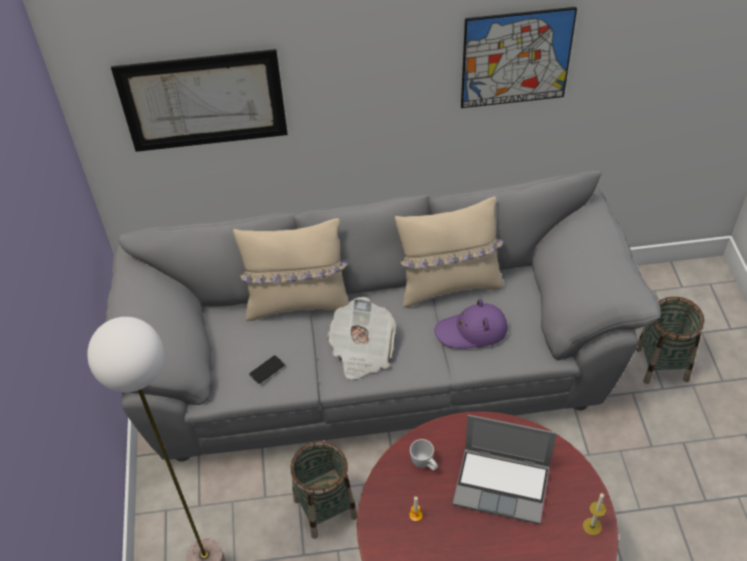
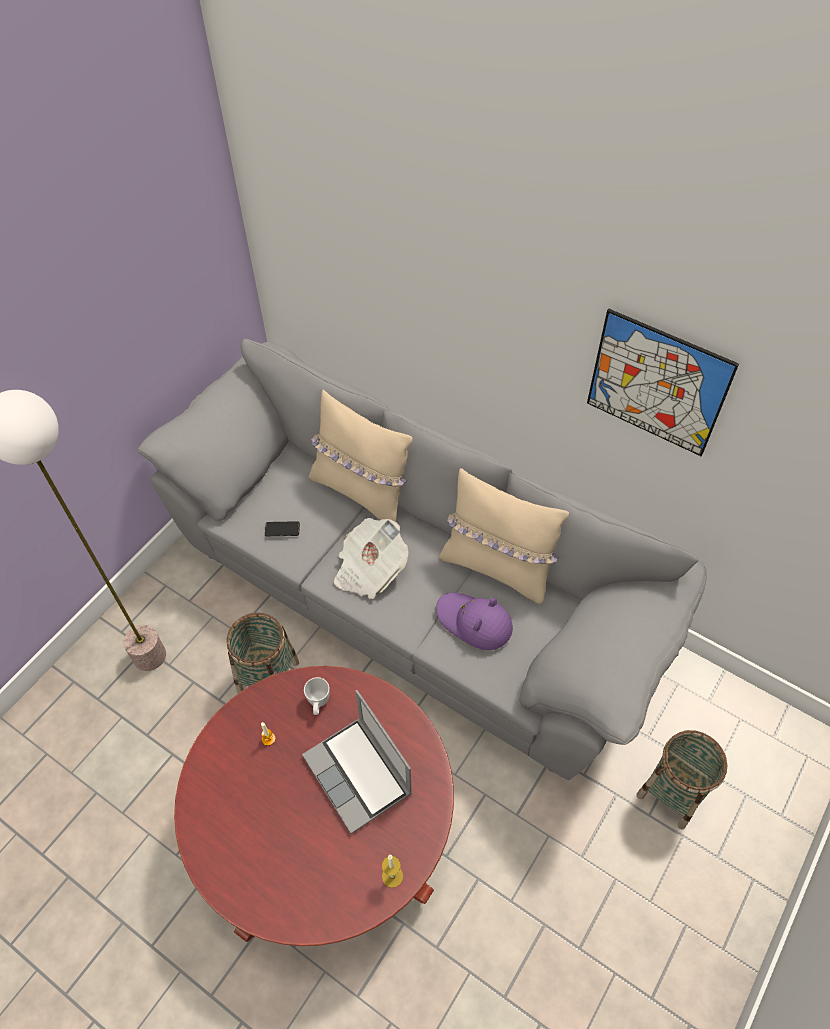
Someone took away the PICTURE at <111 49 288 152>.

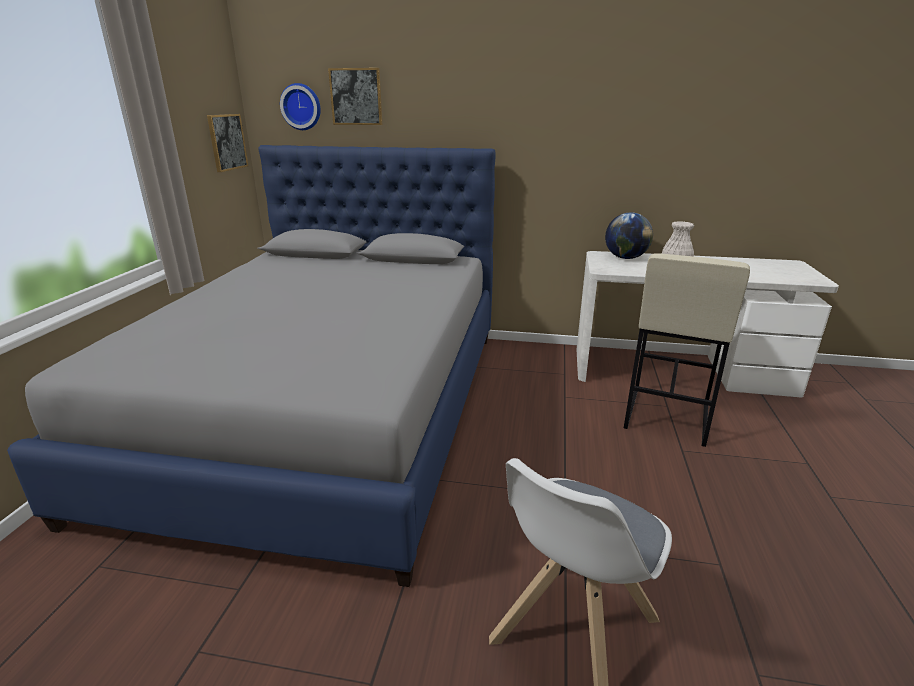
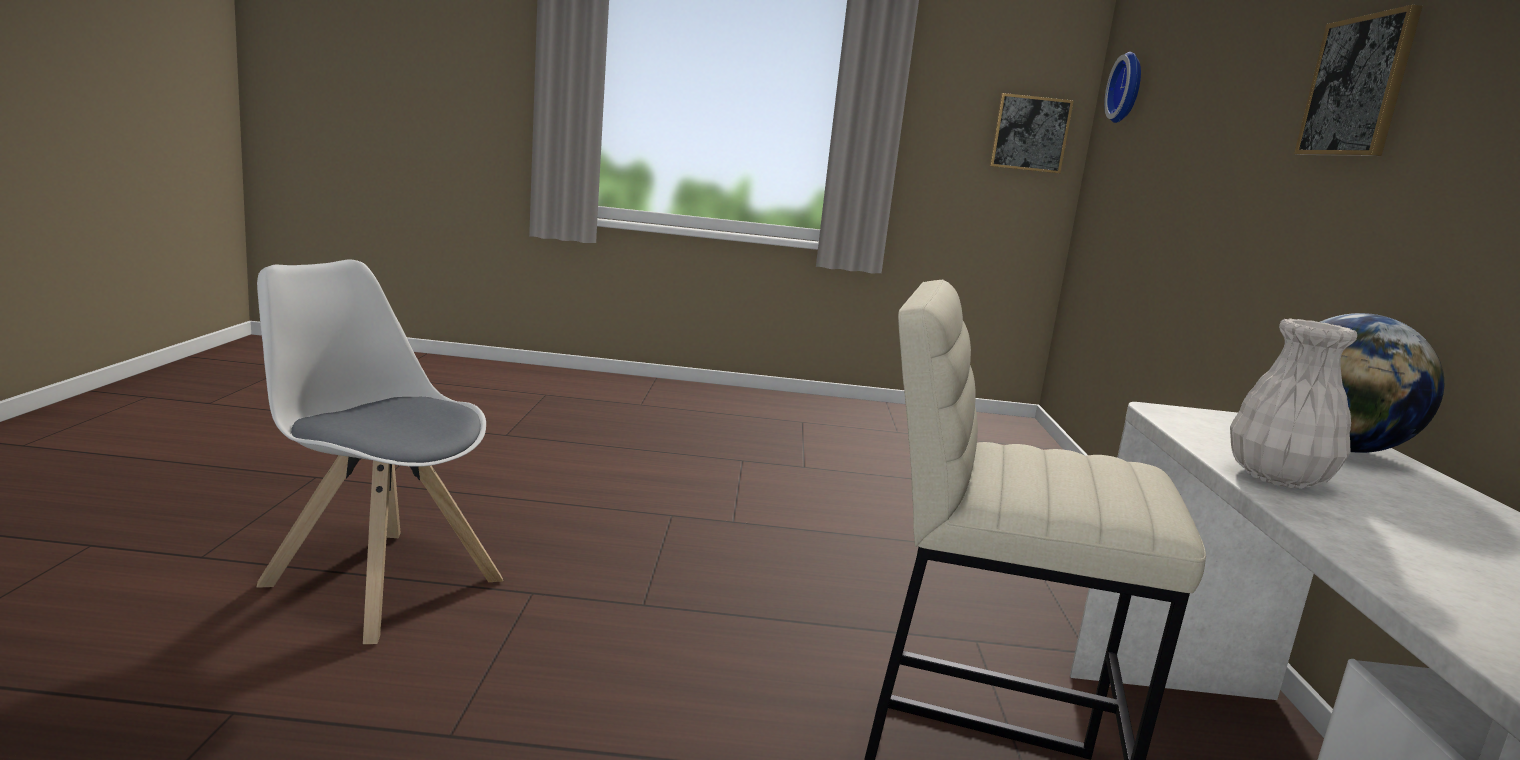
Someone took away the GRAY BEDROOM BED at <7 145 495 587>. Someone carried the PICTURE from <328 68 382 125> to <1294 5 1422 156>.

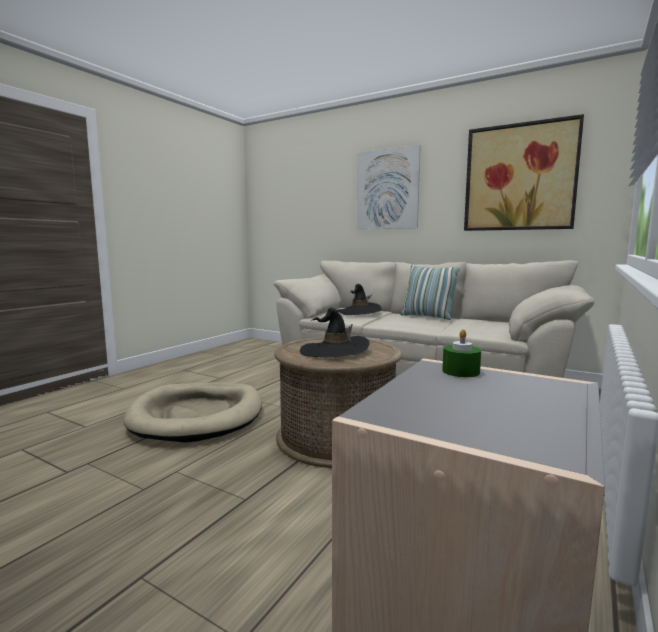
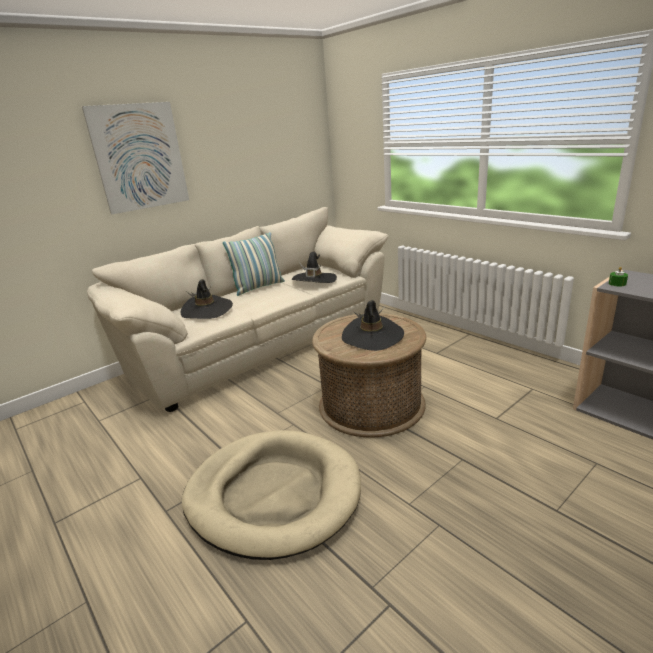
Someone took away the PICTURE at <464 114 584 231>. Someone put down the BLACK-COLOURED CLOTHING HAT at <292 252 337 283>.

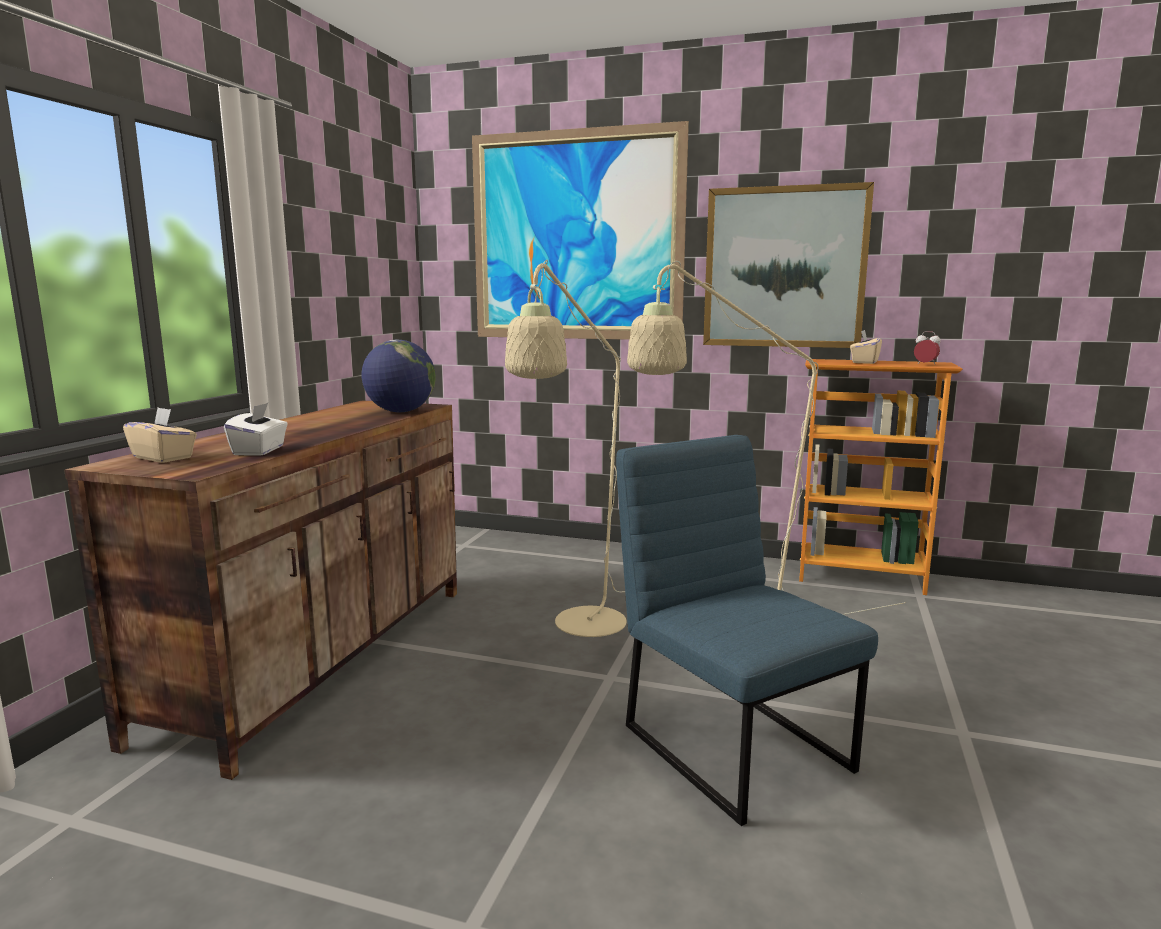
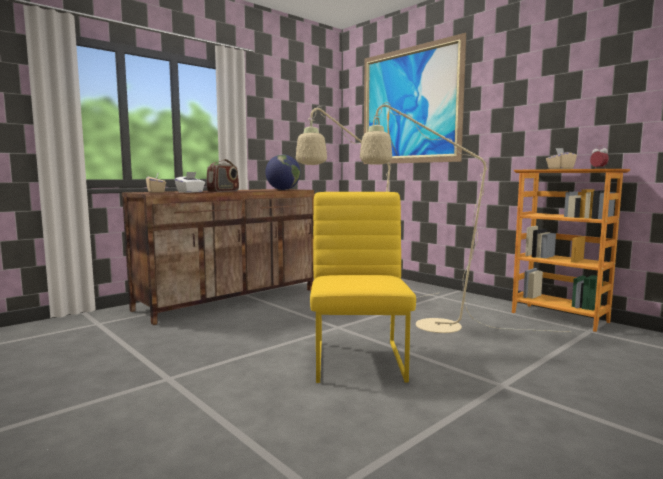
Someone took away the PICTURE at <703 182 874 348>. Someone put down the RADIO at <206 159 239 192>. Someone repainted the BLUE PLAIN CHAIR at <616 435 878 826>, which became the YELLOWISH PLAIN CHAIR at <310 192 416 383>.

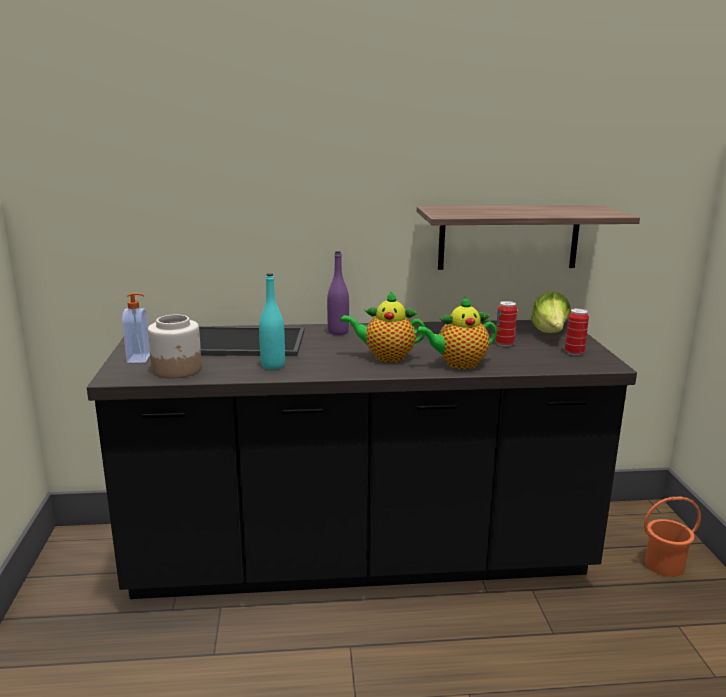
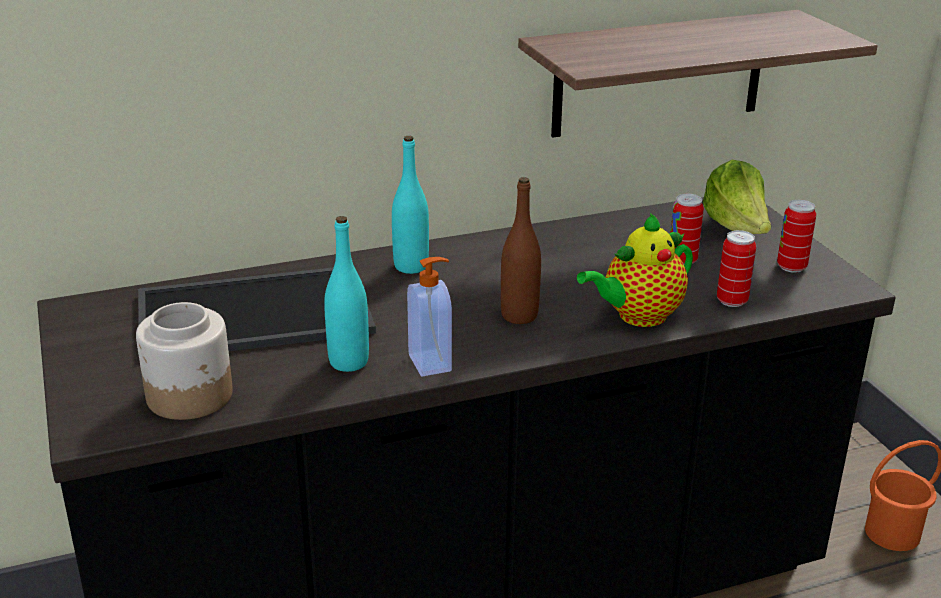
Someone put down the SEALED CAN at <717 230 756 307>. Someone carried the SOAP DISPENSER from <122 293 150 363> to <407 257 452 377>. Someone swapped the POT FOR TEA at <340 291 425 363> for the BROWN-COLOURED BOTTLE at <501 177 541 324>. Someone repainted the PURPLISH BOTTLE at <327 251 349 335>, which became the TURQUOISE BOTTLE at <392 136 429 274>.

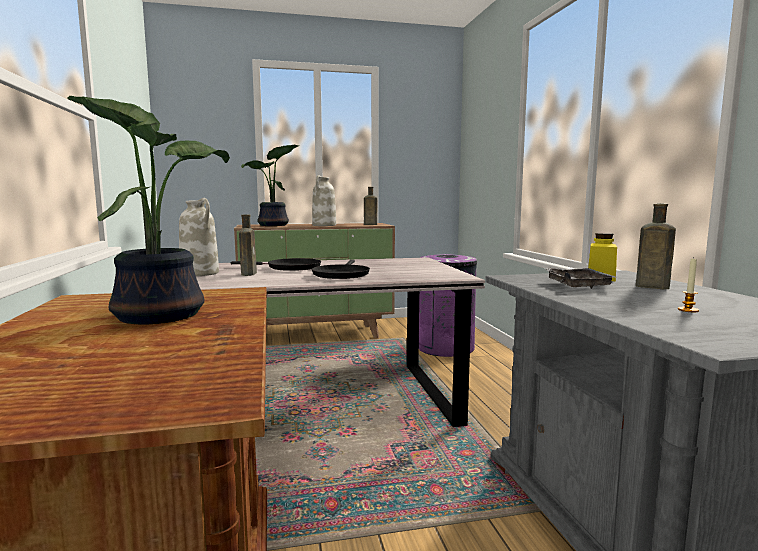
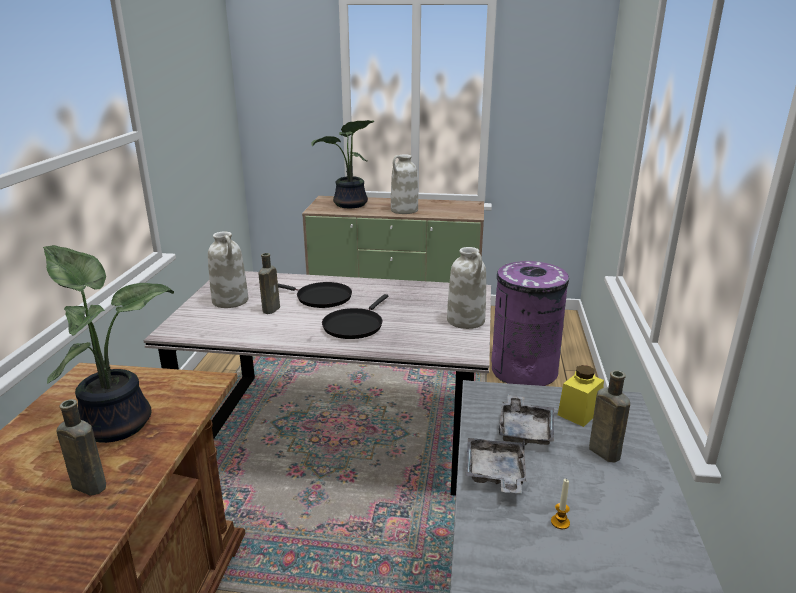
Someone put down the WHITE VASE at <447 247 486 329>. Someone put down the GRAY SERVING TRAY at <466 438 527 493>. Someone carried the BROWN-COLOURED BOTTLE from <364 187 377 225> to <57 399 106 496>.

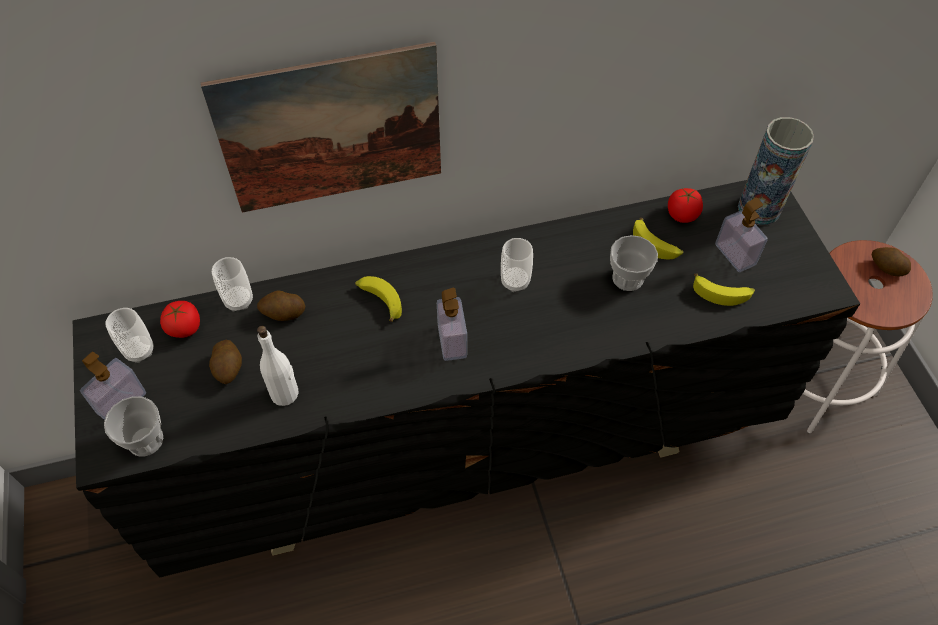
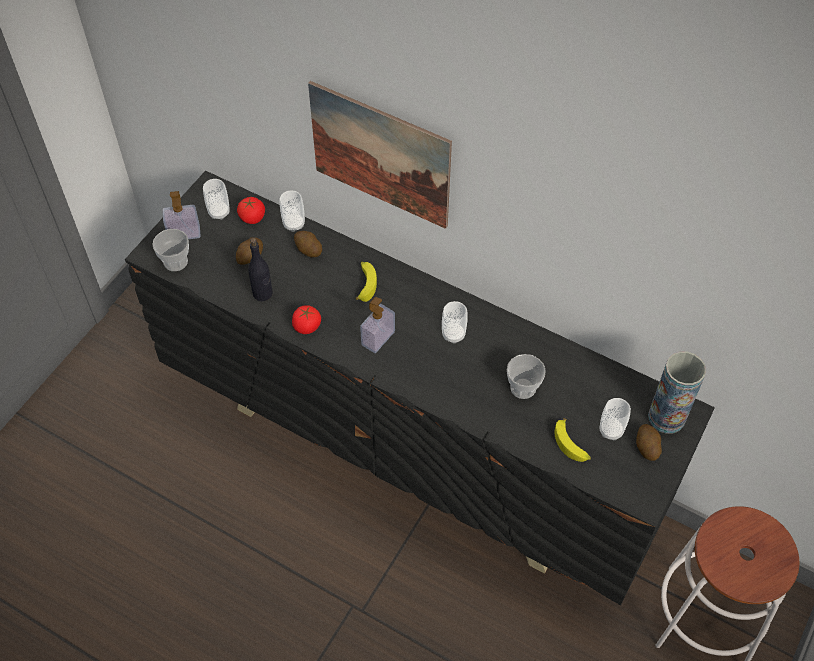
Someone took away the WHOLE BANANA at <633 218 683 259>. Someone carried the TOMATO from <668 188 703 223> to <292 305 321 334>. Someone carried the POTATO from <872 247 911 277> to <636 424 662 461>. Someone swapped the SOAP DISPENSER at <715 198 768 272> for the DRINKING CUP at <599 398 631 440>. Someone repainted the WHITE BOTTLE at <257 326 298 406>, which became the BLACK-COLOURED BOTTLE at <248 238 273 301>.

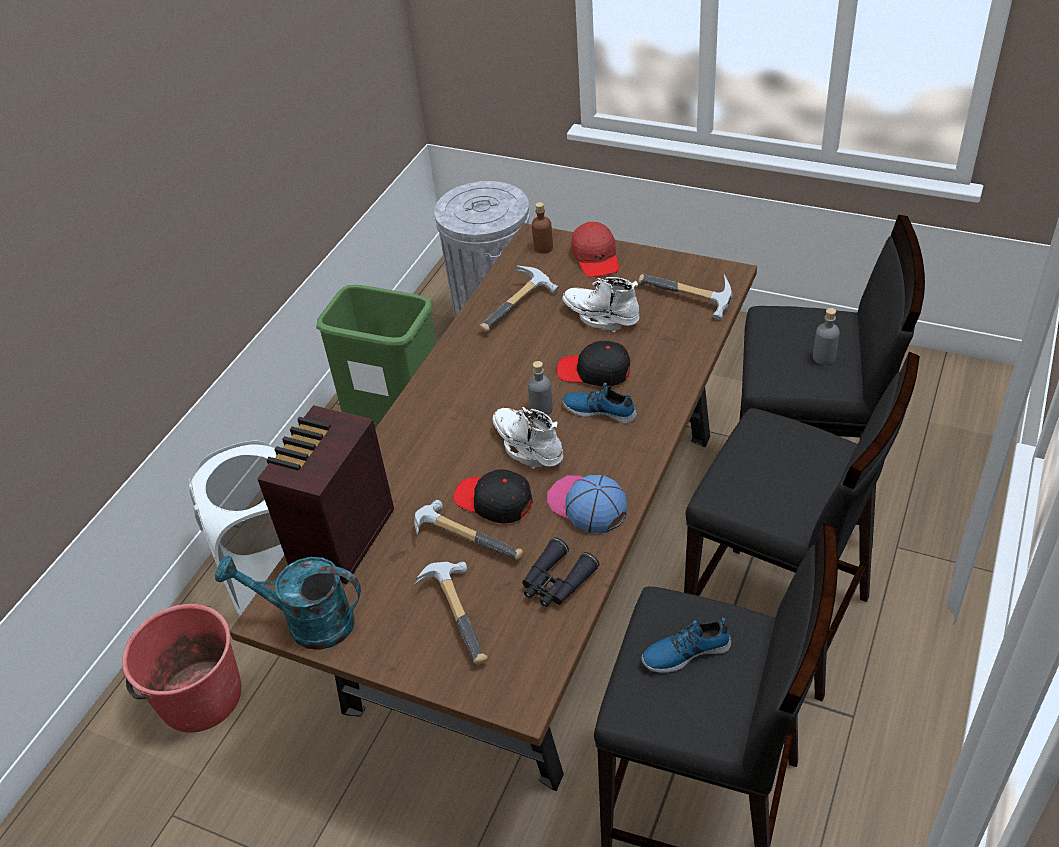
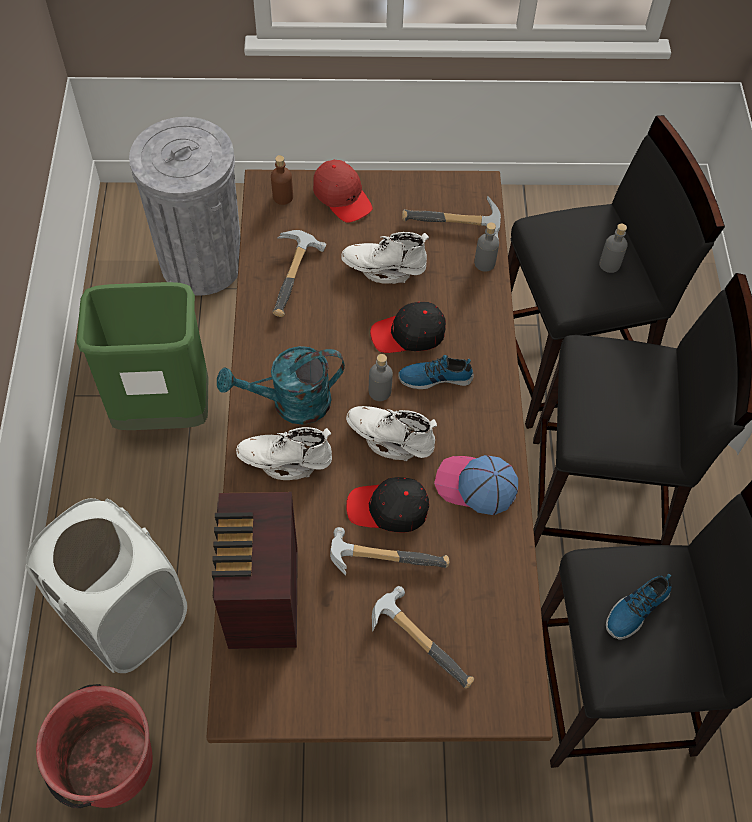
Someone took away the BLACK-COLOURED PAIR OF BINOCULARS at <522 537 600 607>. Someone put down the WHITE BOOT at <236 427 332 480>. Someone put down the GRAY BOTTLE at <474 223 499 272>. Someone carried the TURQUOISE WATERING CAN from <215 555 361 650> to <217 346 345 425>.

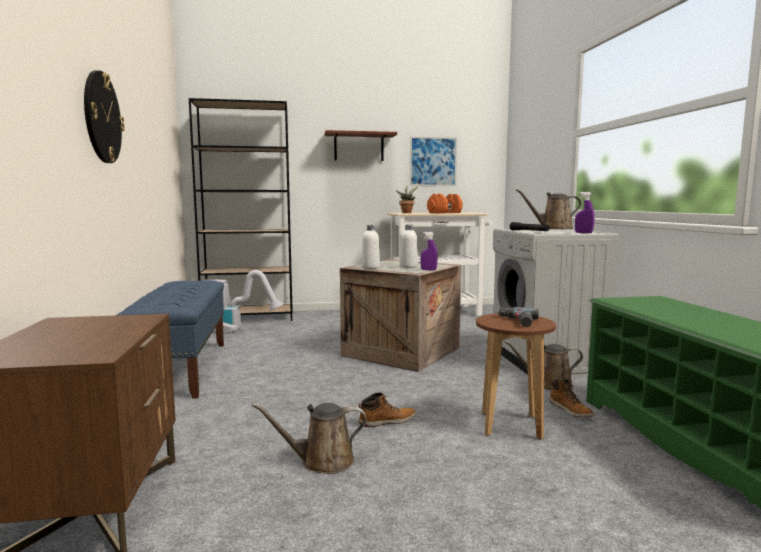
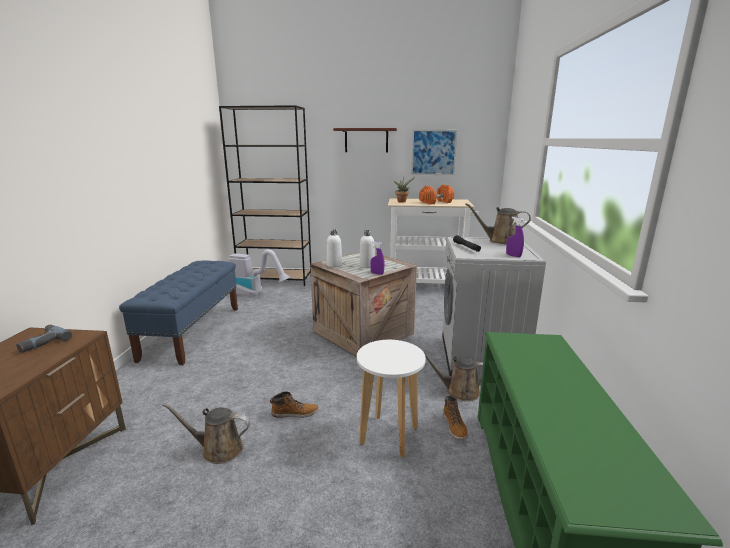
Someone took away the CLOCK ON THE WALL at <84 70 125 163>. Someone carried the POWER DRILL from <497 307 539 327> to <17 325 73 353>. Someone repainted the BROWN-COLOURED STOOL SEAT at <476 313 556 440>, which became the WHITE STOOL SEAT at <357 340 426 457>.

